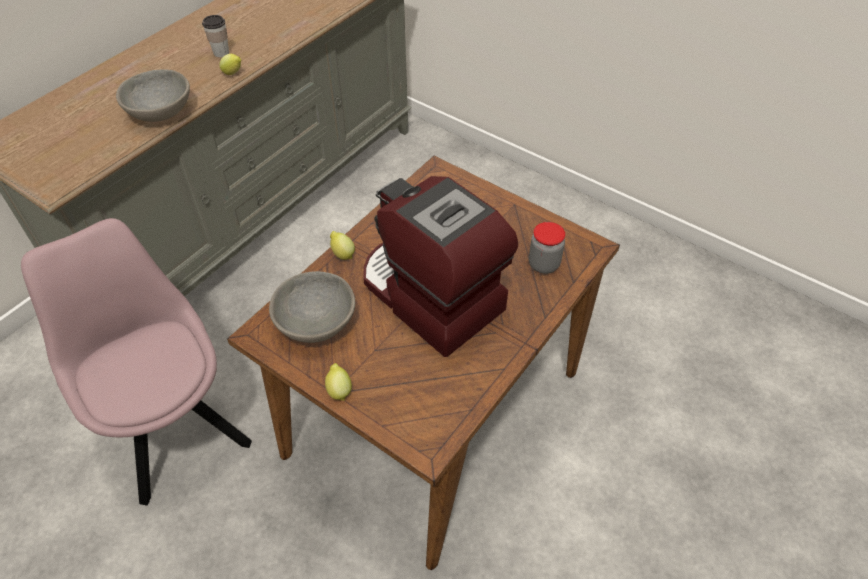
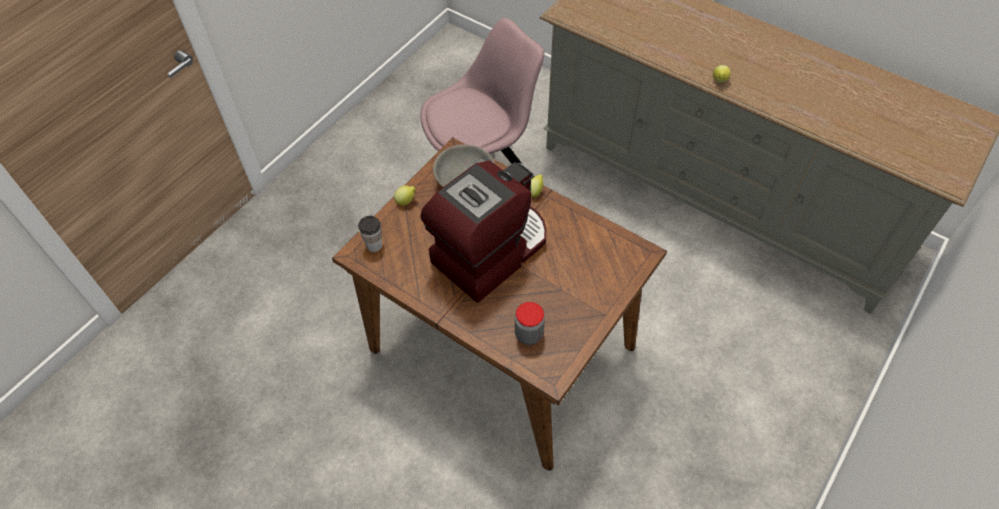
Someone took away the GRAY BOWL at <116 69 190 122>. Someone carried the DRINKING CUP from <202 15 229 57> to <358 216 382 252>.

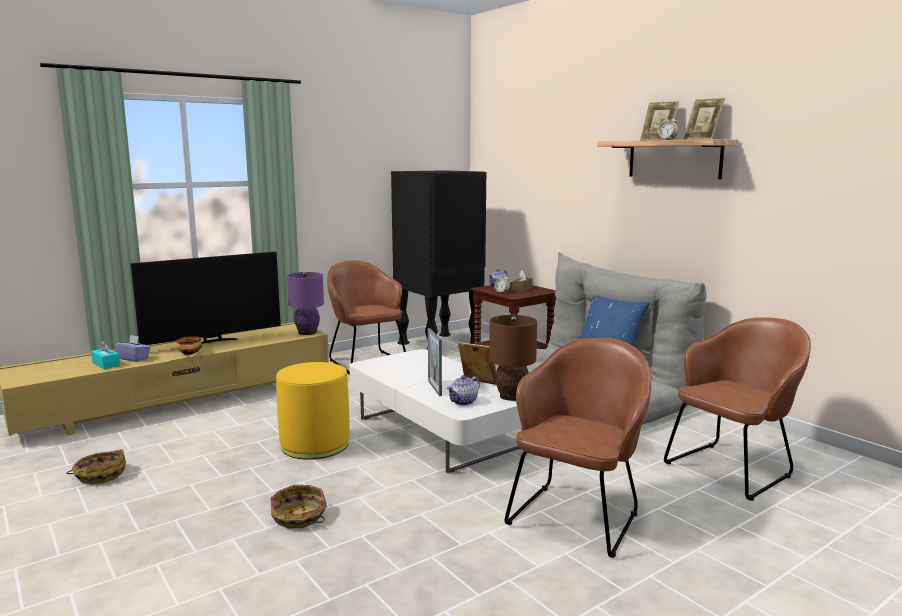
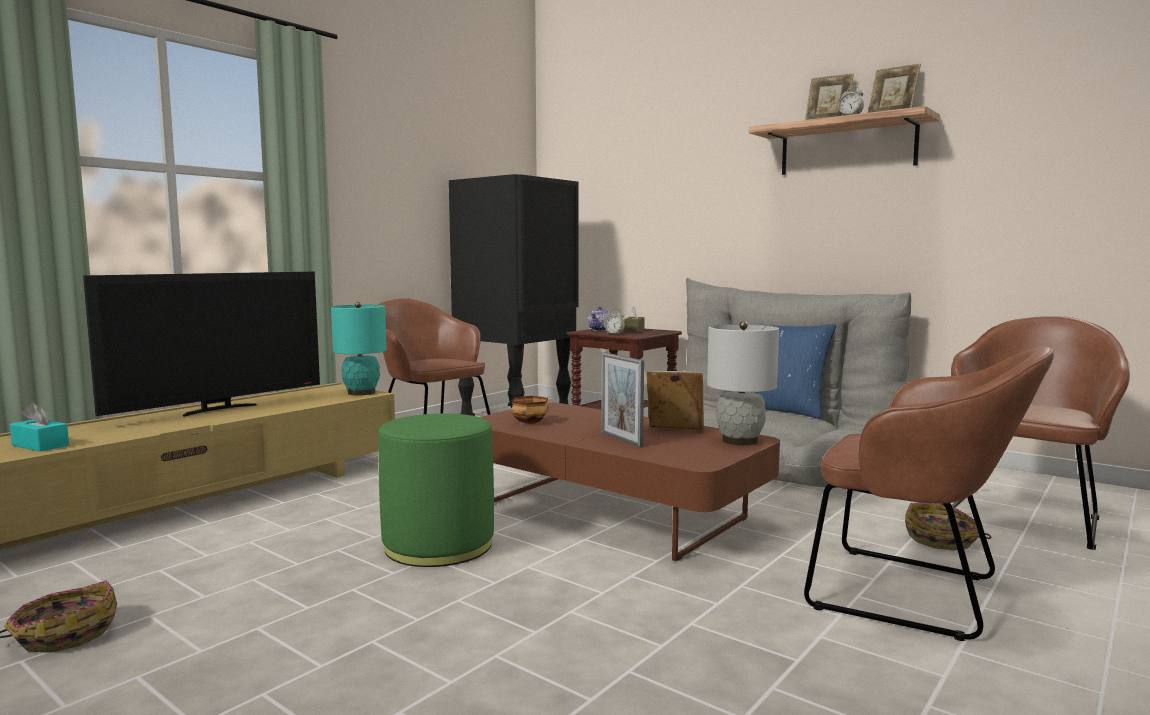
Someone took away the PURPLISH BOX OF TISSUES at <115 335 151 362>. Someone took away the POT FOR TEA at <447 375 480 405>. Someone carried the BOWL from <176 336 202 355> to <511 396 549 424>. Someone carried the BASKET from <270 484 327 528> to <905 502 991 550>. Someone repainted the YELLOWISH FOOTREST at <276 362 350 460>, which became the GREEN-COLOURED FOOTREST at <378 413 494 567>. Someone repainted the PURPLISH TABLETOP LAMP at <287 272 324 335>, which became the TURQUOISE TABLETOP LAMP at <331 302 387 395>. Someone repainted the WHITE LOUNGE TABLE at <349 349 523 473>, which became the BROWN-COLOURED LOUNGE TABLE at <480 402 780 561>. Someone repainted the BROWN-COLOURED TABLETOP LAMP at <489 315 537 401>, which became the WHITE TABLETOP LAMP at <707 321 779 445>. Someone rotated the BROWN-COLOURED EASY CHAIR at <505 338 651 558> by 105 degrees clockwise.

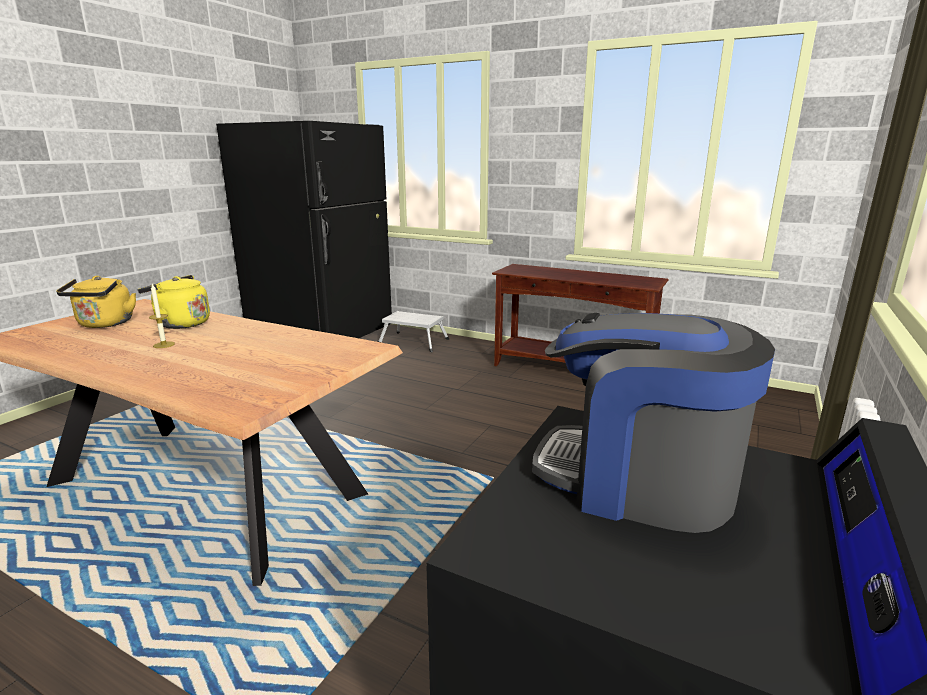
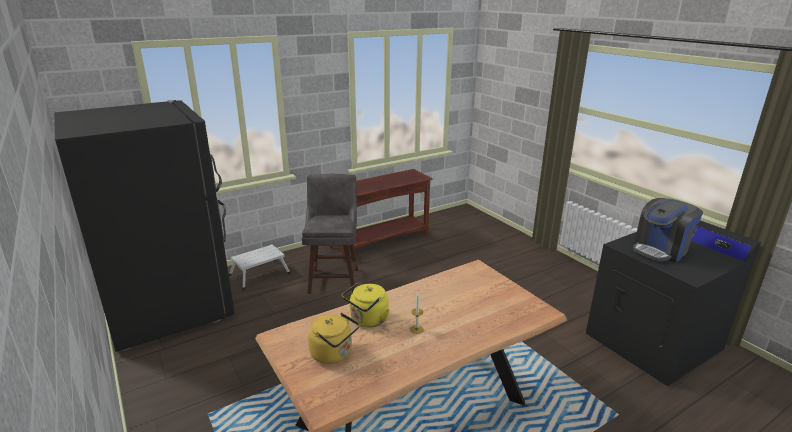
Someone put down the GRAY STOOL SEAT at <302 174 358 294>.

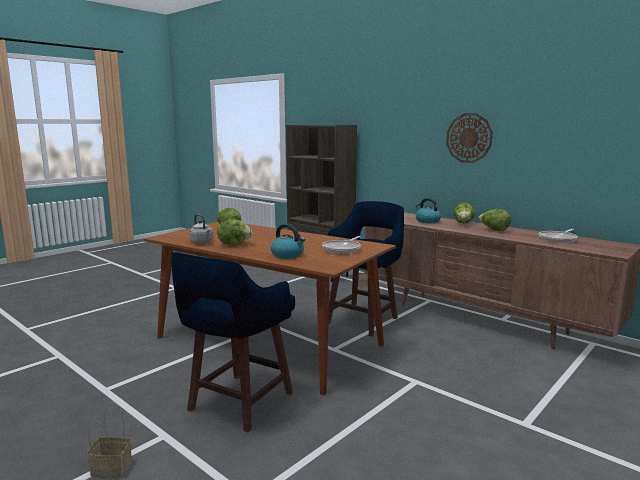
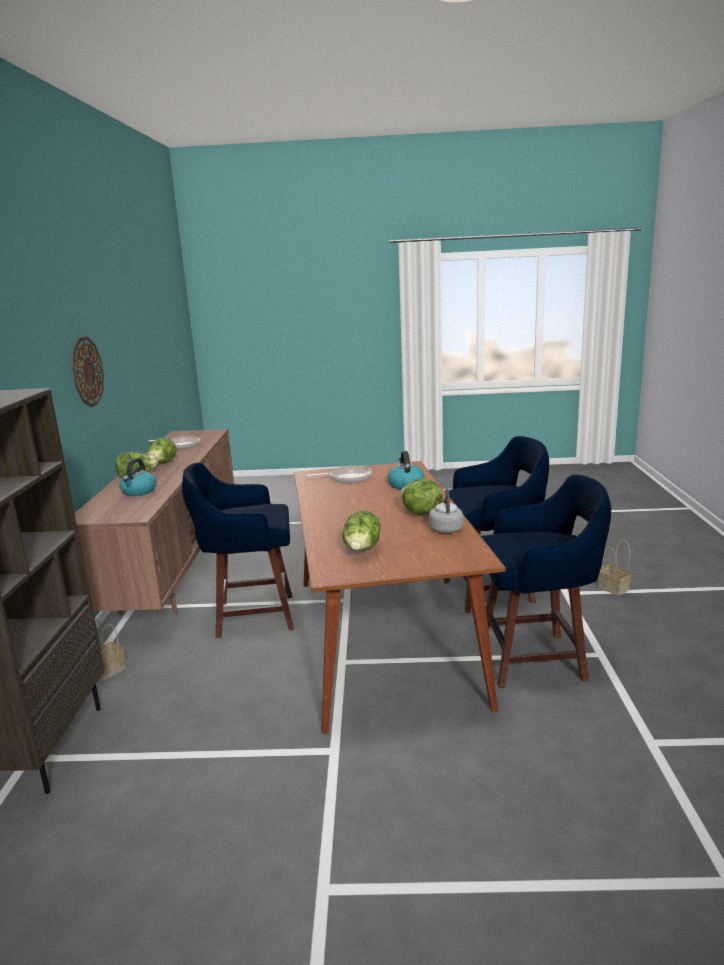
Someone put down the BLUE STOOL SEAT at <481 474 611 688>.

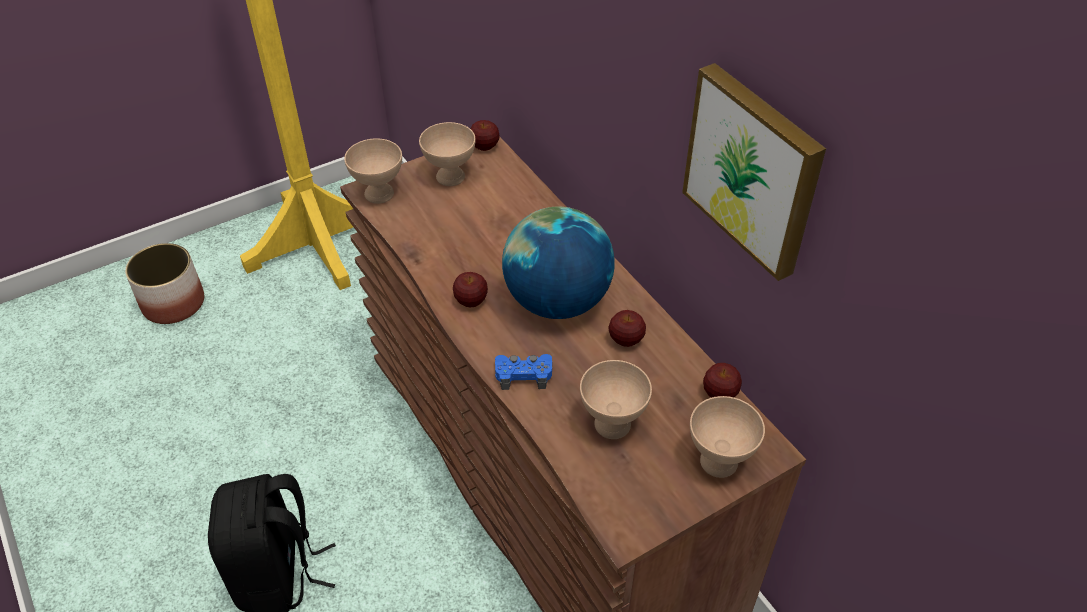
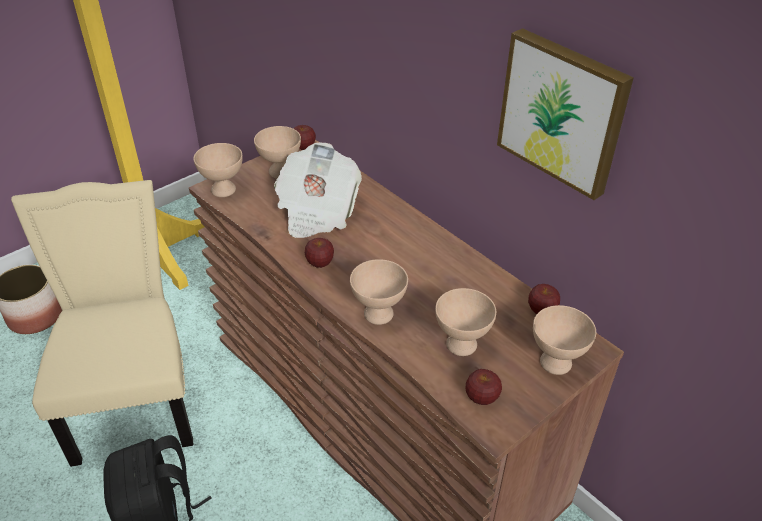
Someone took away the DESK GLOBE at <502 207 615 319>. Someone put down the BEIGE PLAIN CHAIR at <11 180 193 467>. Someone put down the PRINTED PAPER at <274 142 362 238>. Someone carried the APPLE FRUIT from <608 310 646 347> to <465 369 502 405>. Someone swapped the BLUE GAME CONTROLLER at <495 354 552 390> for the BEIGE BOWL at <350 259 408 325>.

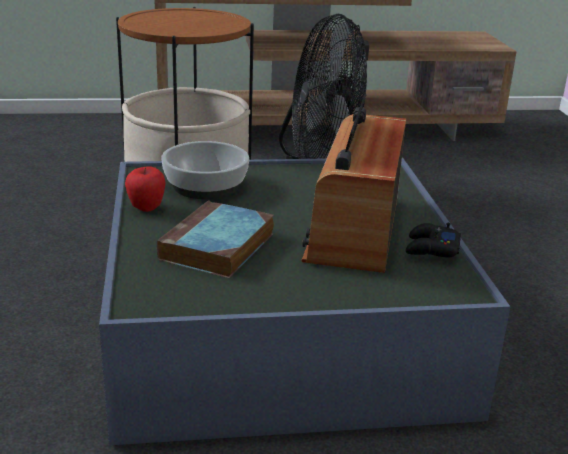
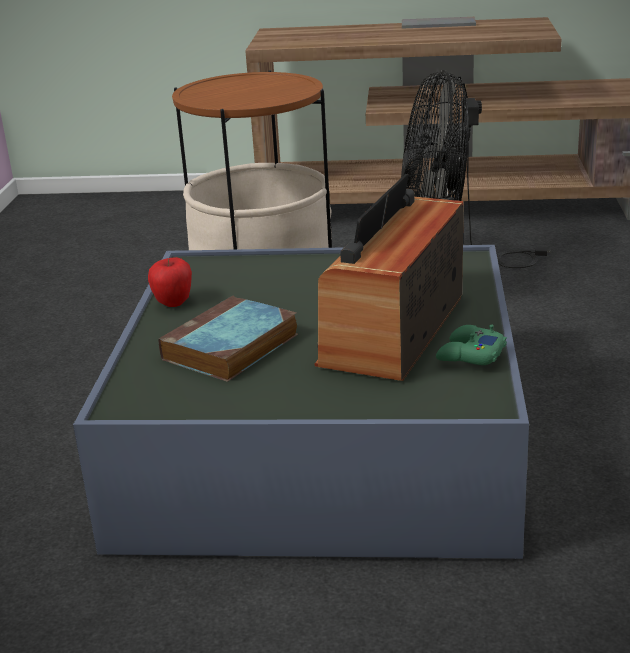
Someone took away the BOWL at <161 141 249 199>. Someone repainted the BLACK-COLOURED GAME CONTROLLER at <405 223 461 257>, which became the GREEN-COLOURED GAME CONTROLLER at <436 324 507 365>.

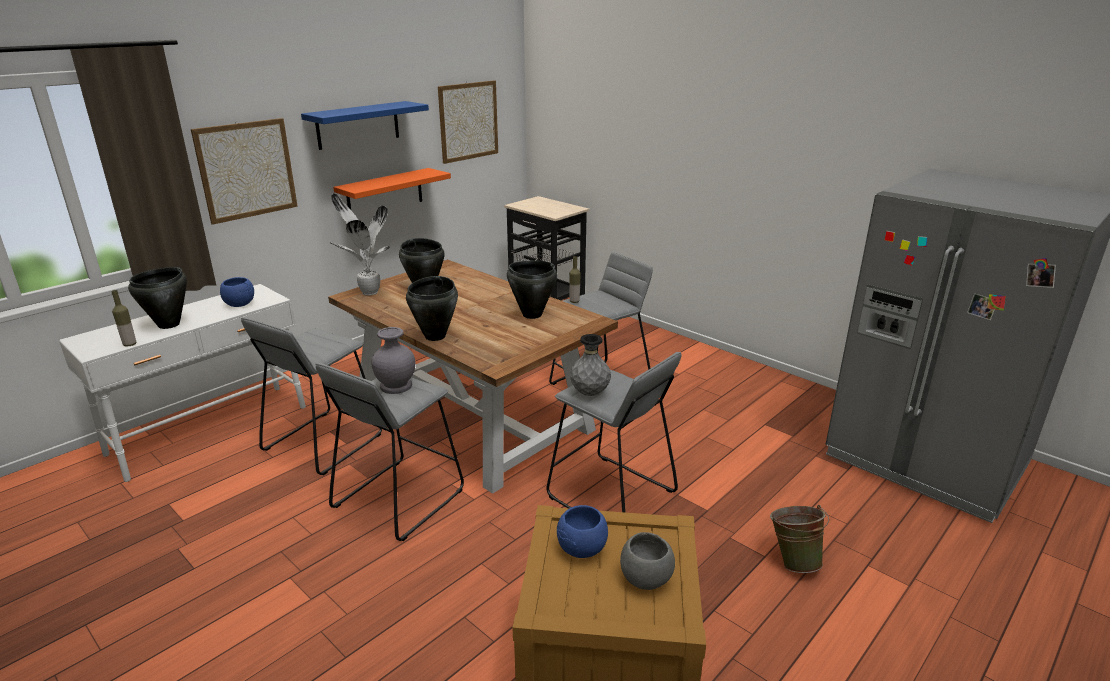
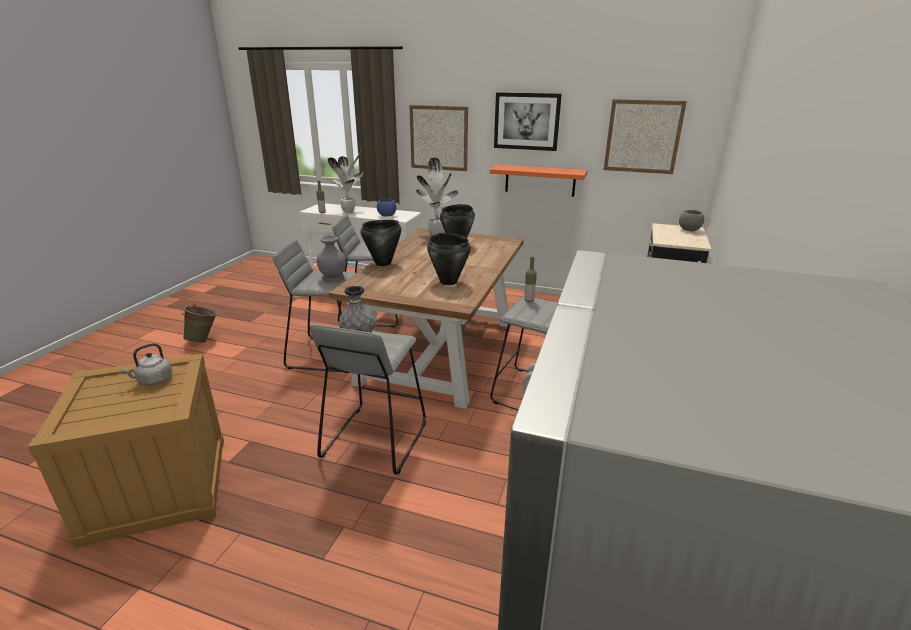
Someone carried the GRAY BOWL from <620 532 675 590> to <679 210 704 231>. Someone carried the GREEN-COLOURED WATER BUCKET from <770 505 829 573> to <181 304 217 343>. Someone swapped the BLACK-COLOURED STOCKPOT at <128 267 187 329> for the POTTED PLANT at <327 147 364 213>. Someone swapped the BLUE BRACKET SHELF at <301 101 429 150> for the PICTURE at <494 92 562 151>. Someone swapped the BLUE BOWL at <557 505 608 558> for the GRAY KETTLE at <121 343 173 386>.

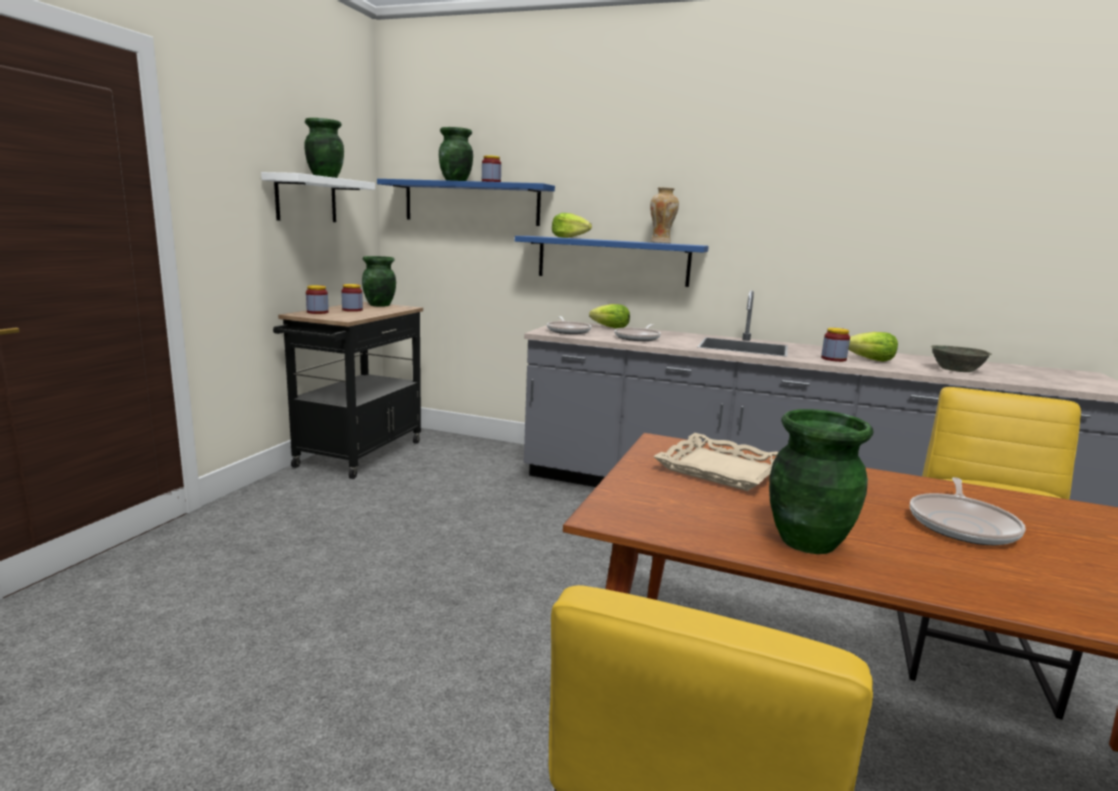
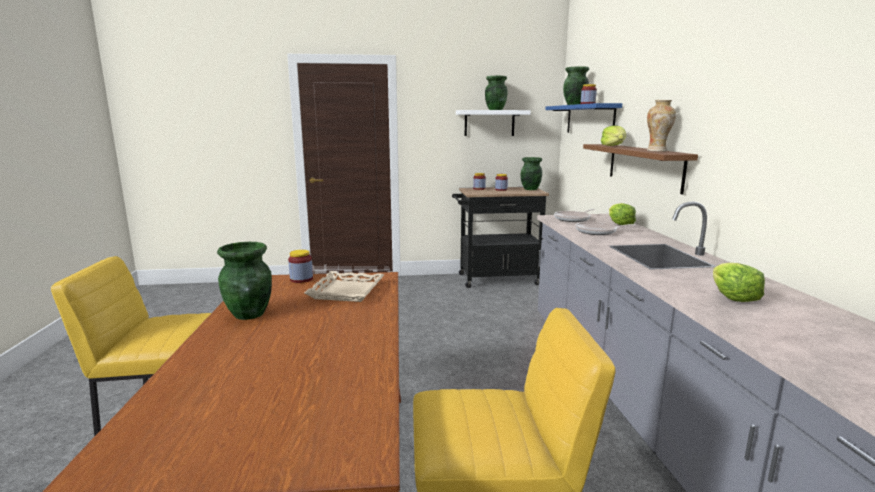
Someone took away the SKILLET at <910 477 1026 545>. Someone took away the GRAY BOWL at <931 345 992 372>. Someone carried the STORAGE JAR from <821 328 850 362> to <288 250 313 283>. Someone repainted the BLUE BRACKET SHELF at <515 236 709 287>, which became the BROWN-COLOURED BRACKET SHELF at <583 144 698 195>.

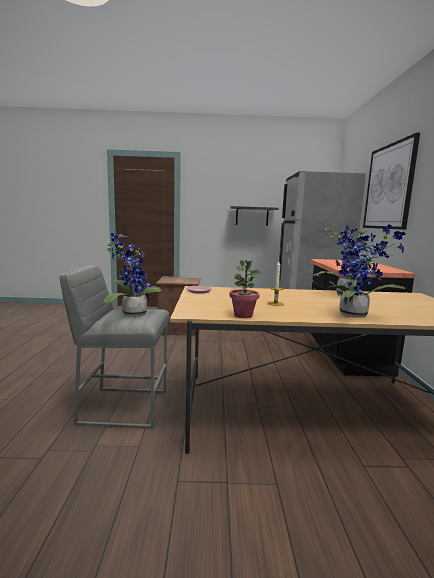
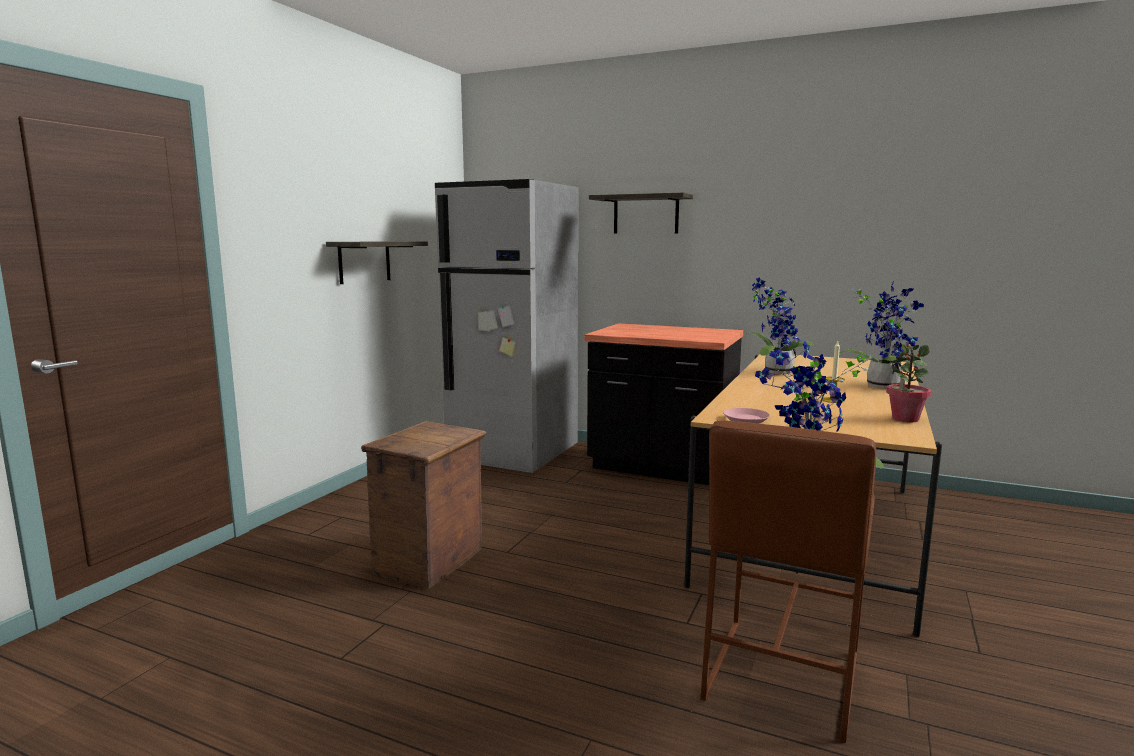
Someone swapped the PICTURE at <363 133 420 230> for the BRACKET SHELF at <589 193 693 234>. Someone repainted the GRAY STOOL SEAT at <59 264 169 429>, which became the BROWN-COLOURED STOOL SEAT at <701 421 877 743>.

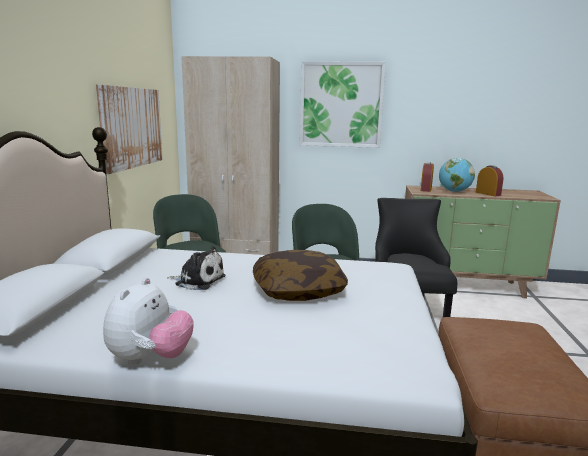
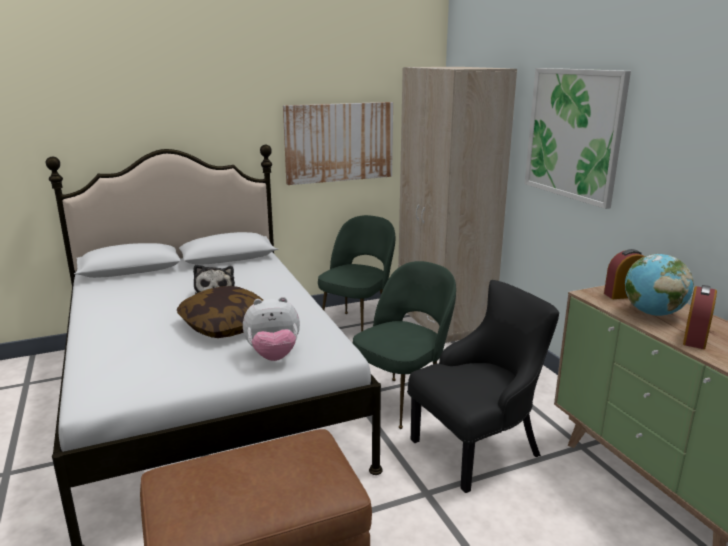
Someone carried the SOFT TOY from <103 278 194 365> to <243 297 300 361>.

